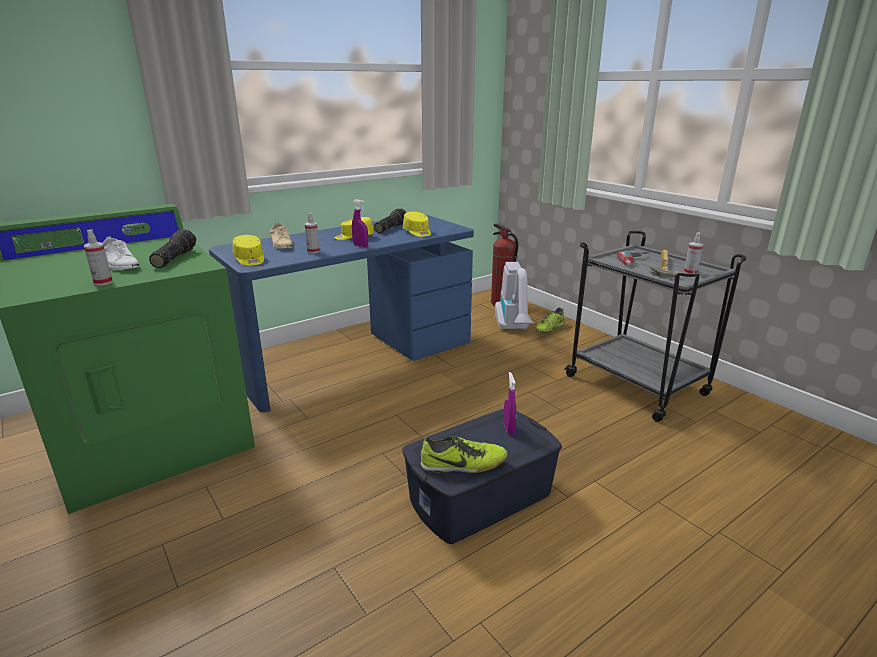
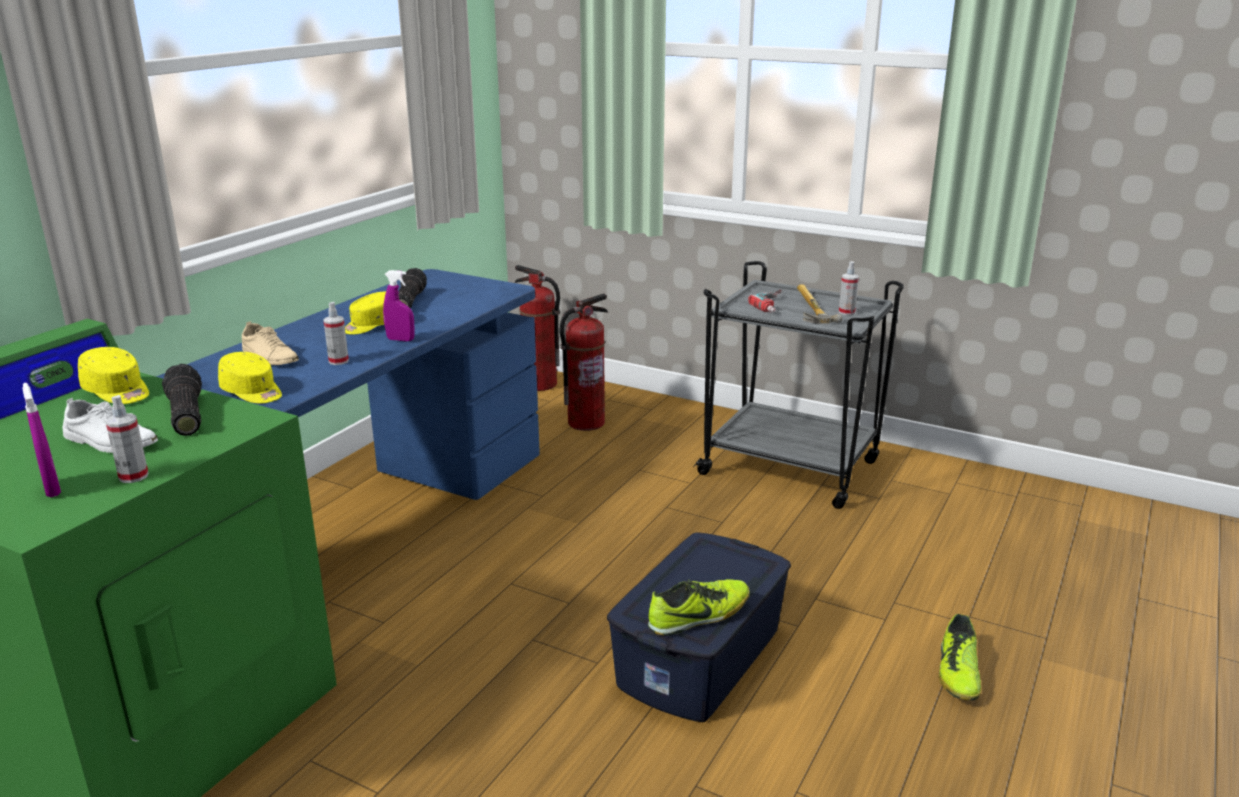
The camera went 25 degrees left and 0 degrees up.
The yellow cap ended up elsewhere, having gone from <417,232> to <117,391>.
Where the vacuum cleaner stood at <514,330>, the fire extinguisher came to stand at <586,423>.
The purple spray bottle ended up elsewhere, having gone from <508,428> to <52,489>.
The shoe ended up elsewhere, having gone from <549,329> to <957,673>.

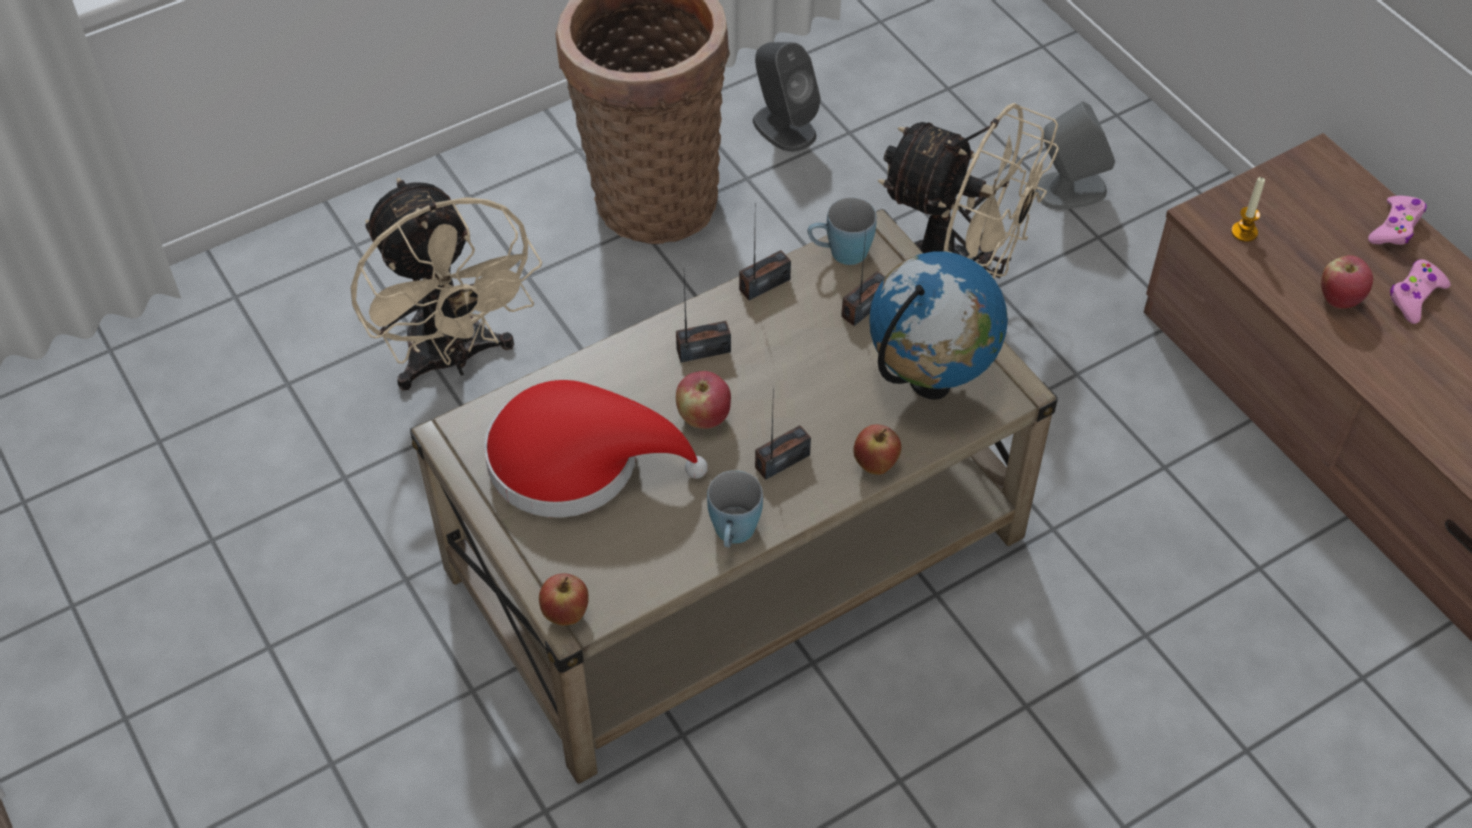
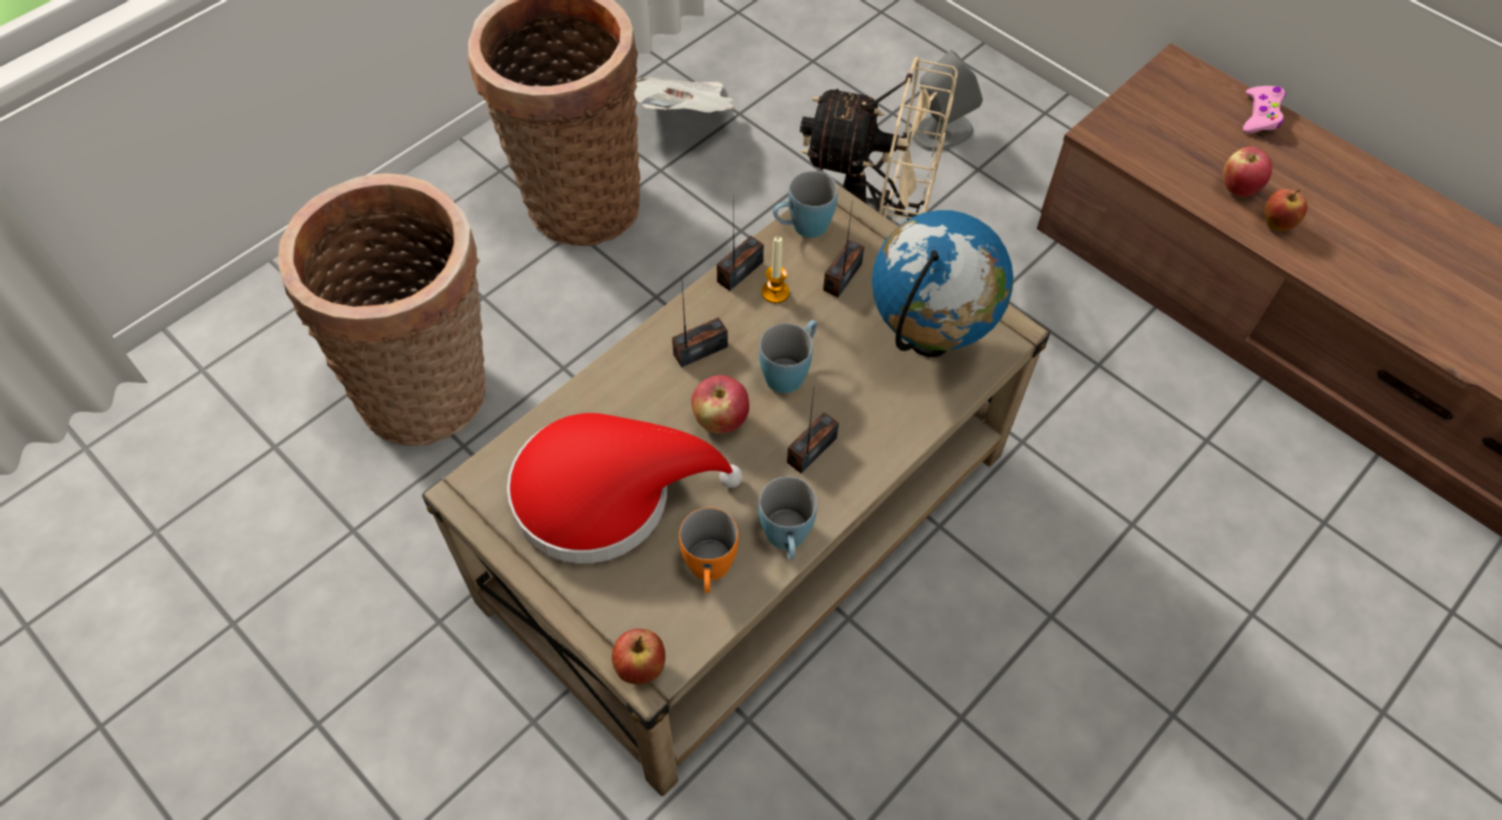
The camera went 15 degrees left and 5 degrees up.
Where the beige fan stood at <453,359>, the basket came to stand at <432,390>.
Where the grey speaker stood at <783,127>, the newspaper came to stand at <680,118>.
The apple ended up elsewhere, having gone from <875,465> to <1276,224>.
The candle ended up elsewhere, having gone from <1244,232> to <775,292>.
The second view lost the pink game controller at <1415,296>.
The second view gained the orange mug at <709,572>.
The second view gained the blue mug at <790,370>.

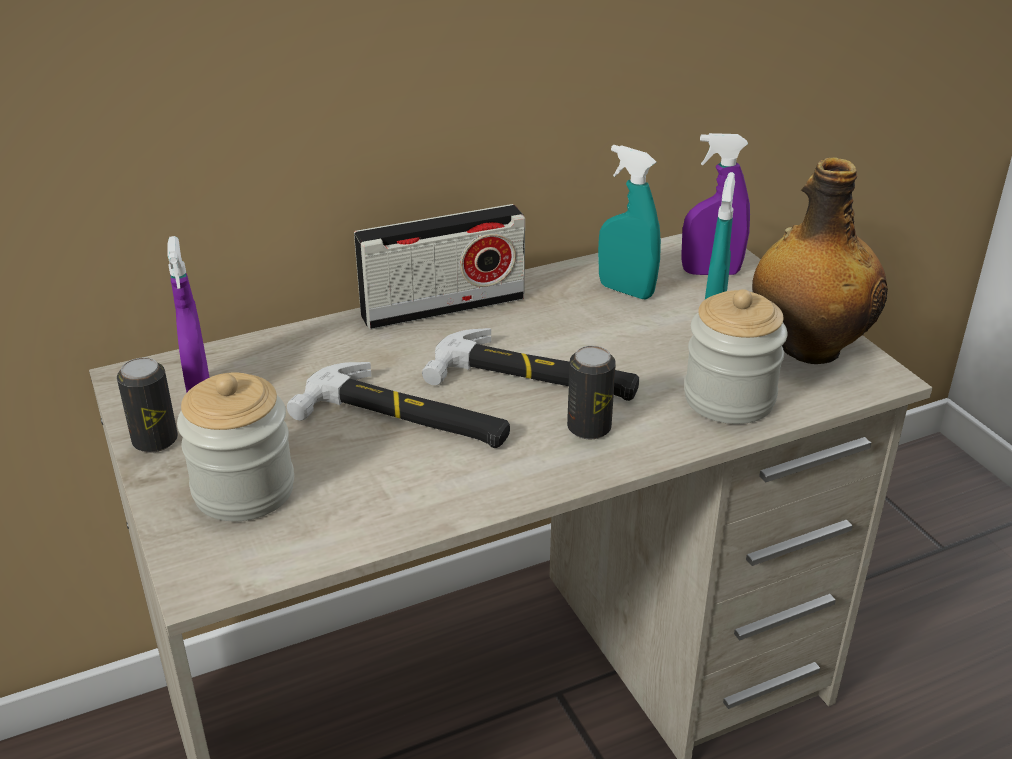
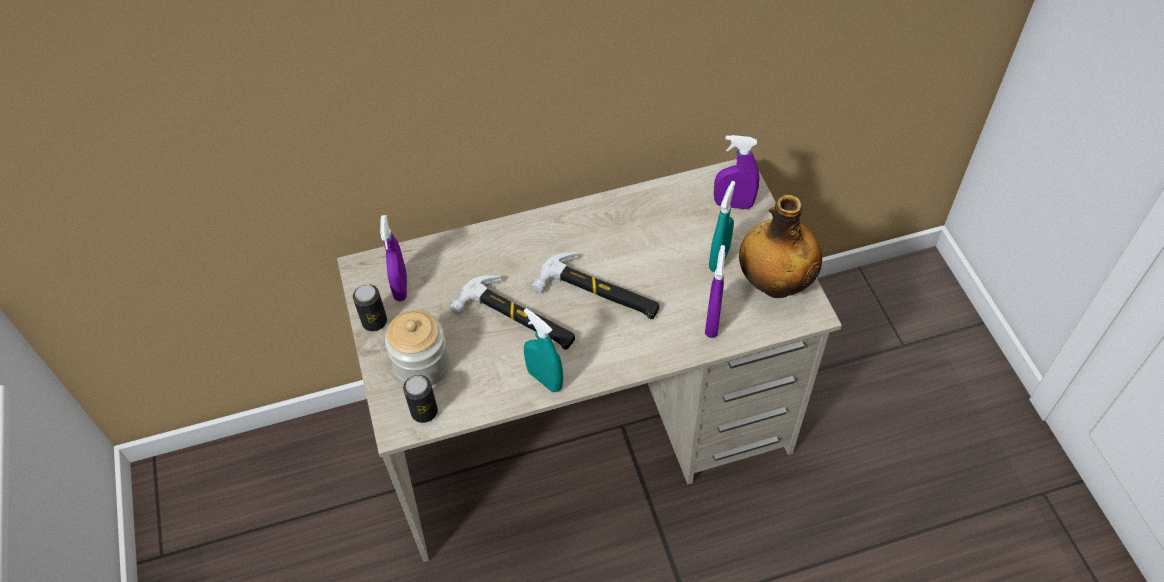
The camera went 10 degrees right and 20 degrees up.
The second view lost the radio at <443,307>.
The can ended up elsewhere, having gone from <589,428> to <424,412>.
The turquoise spray bottle ended up elsewhere, having gone from <626,291> to <545,379>.
Where the jar stood at <729,399>, the purple spray bottle came to stand at <712,322>.

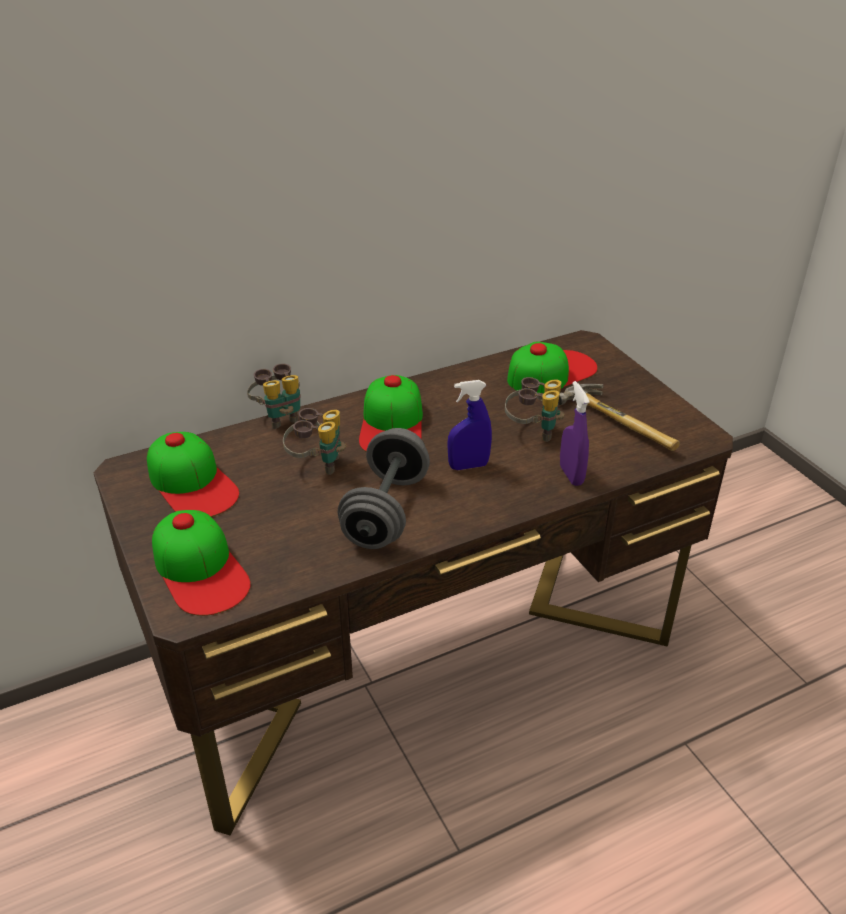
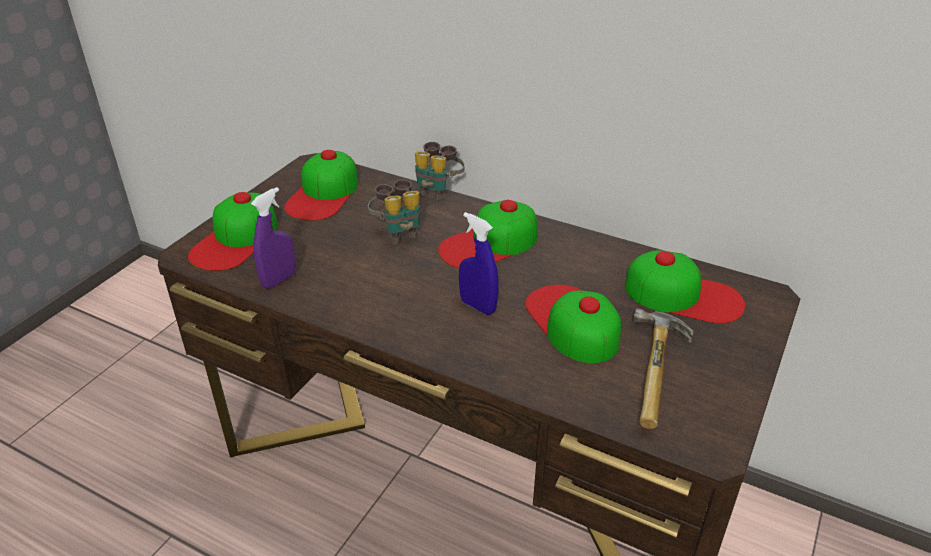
The camera went 55 degrees right and 0 degrees up.
The second view lost the grey dumbbell at <386,511>.
Where the binoculars stood at <532,431>, the cap came to stand at <572,322>.
The purple spray bottle ended up elsewhere, having gone from <571,475> to <279,280>.

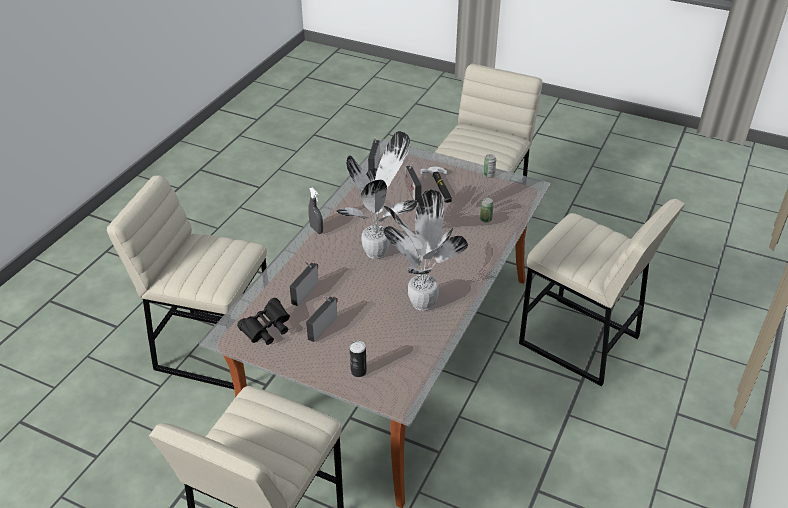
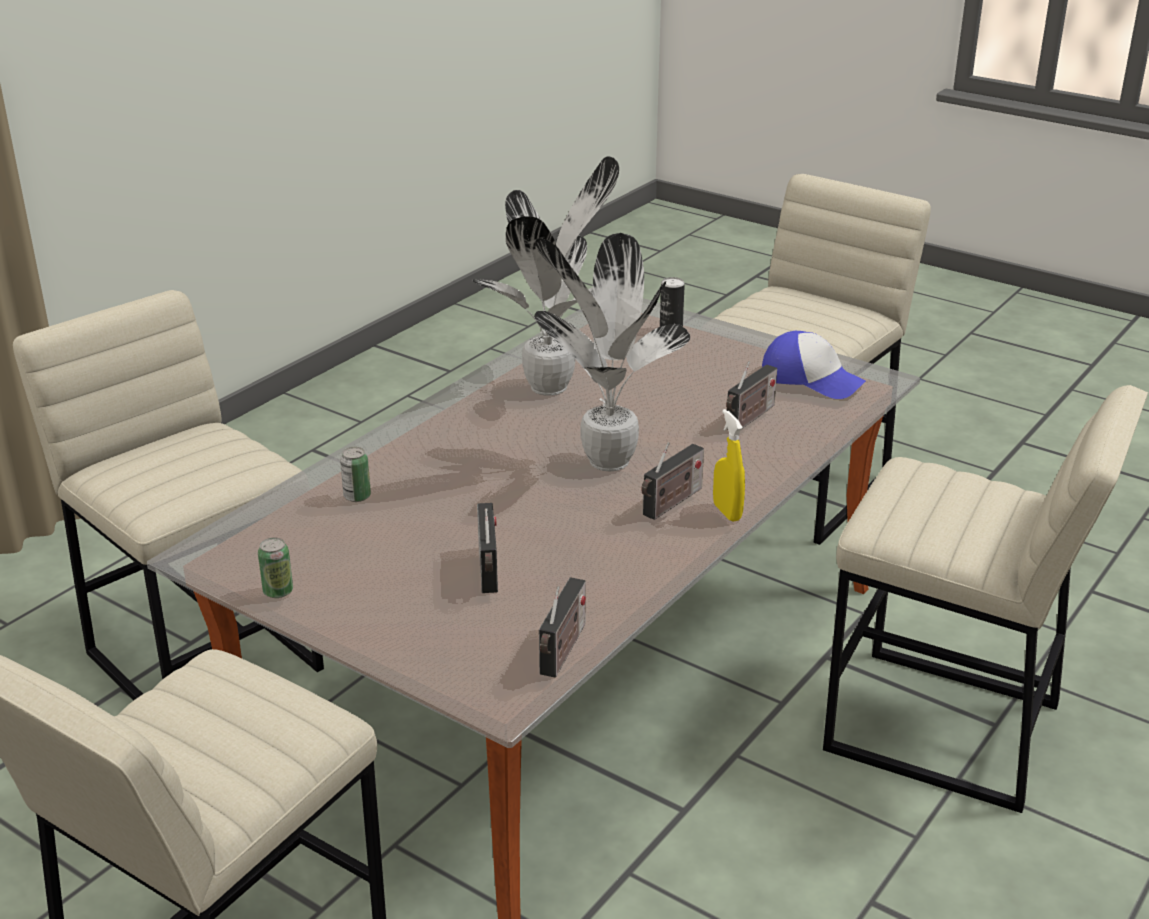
The camera went 170 degrees left and 10 degrees down.
Where the black binoculars stood at <267,330>, the cap came to stand at <811,379>.
The radio ended up elsewhere, having gone from <323,326> to <671,503>.
What was the grey spray bottle at <316,229> turned into the yellow spray bottle at <727,512>.
The second view lost the hammer at <439,187>.

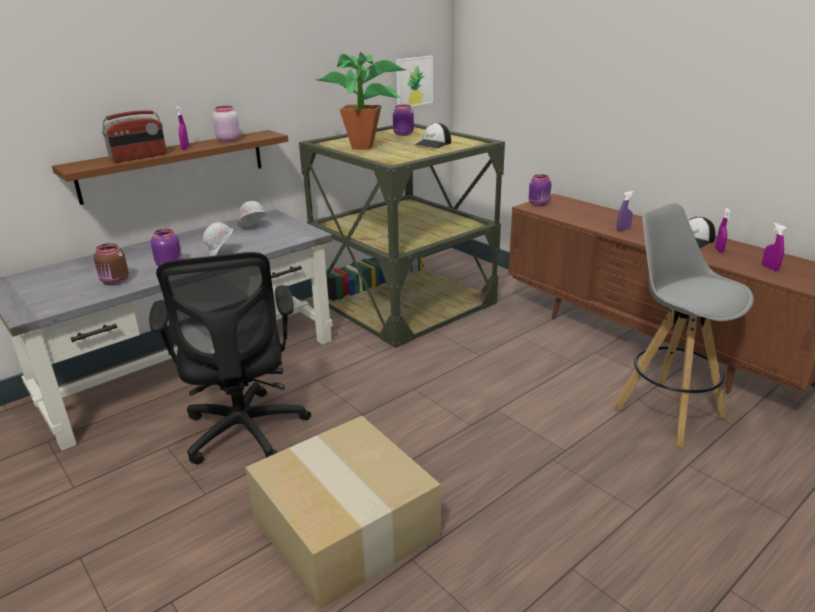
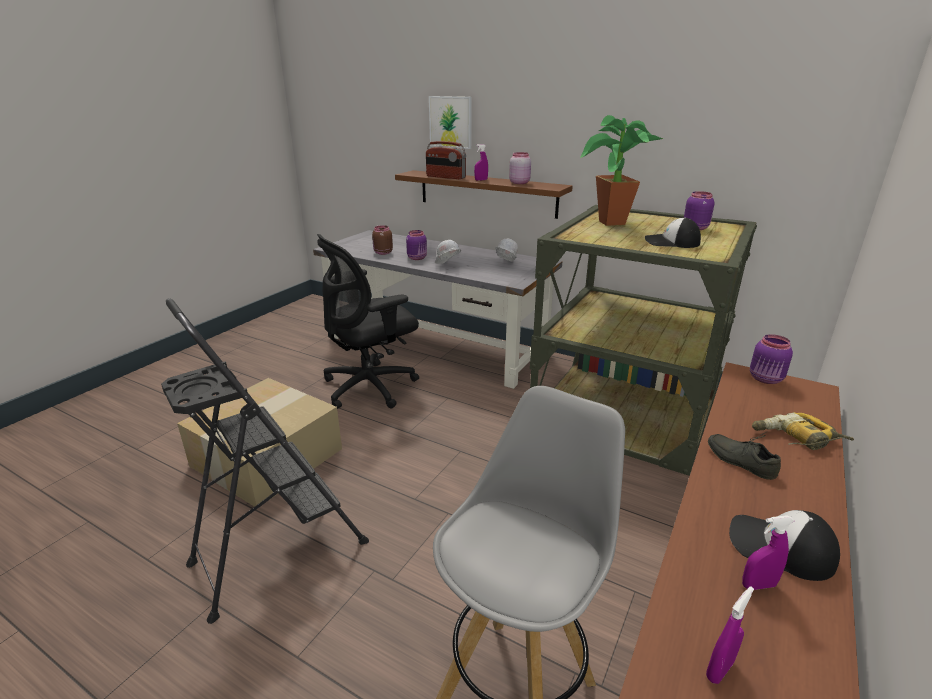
The camera went 70 degrees right and 0 degrees up.
The picture ended up elsewhere, having gone from <414,81> to <450,122>.
Where the purple spray bottle stood at <623,229>, the grey shoe came to stand at <741,460>.
The second view gained the step ladder at <277,553>.
The second view gained the power drill at <797,439>.

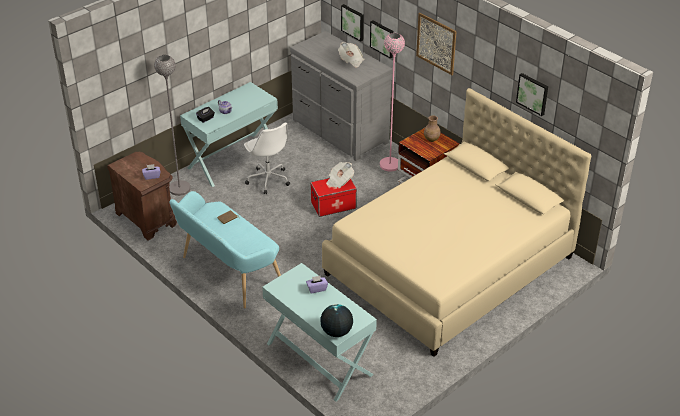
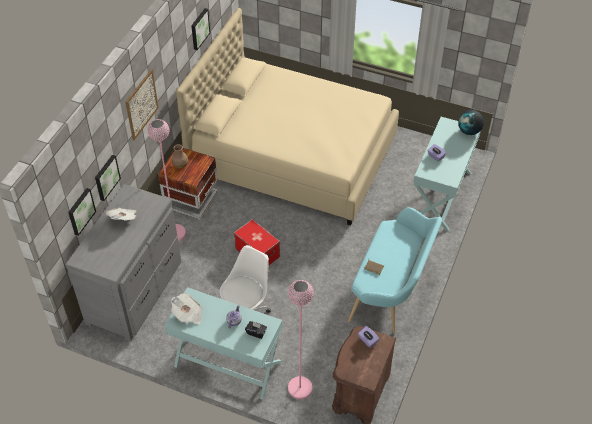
The camera went 115 degrees left and 10 degrees up.
What was the grey floor lamp at <179,188> turned into the pink floor lamp at <299,388>.
The newspaper ended up elsewhere, having gone from <339,181> to <188,314>.

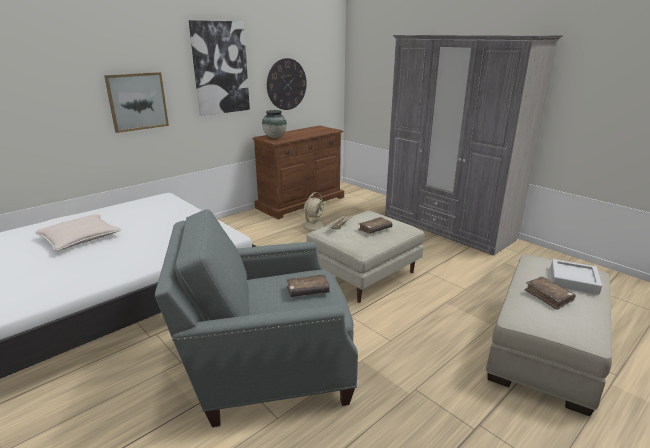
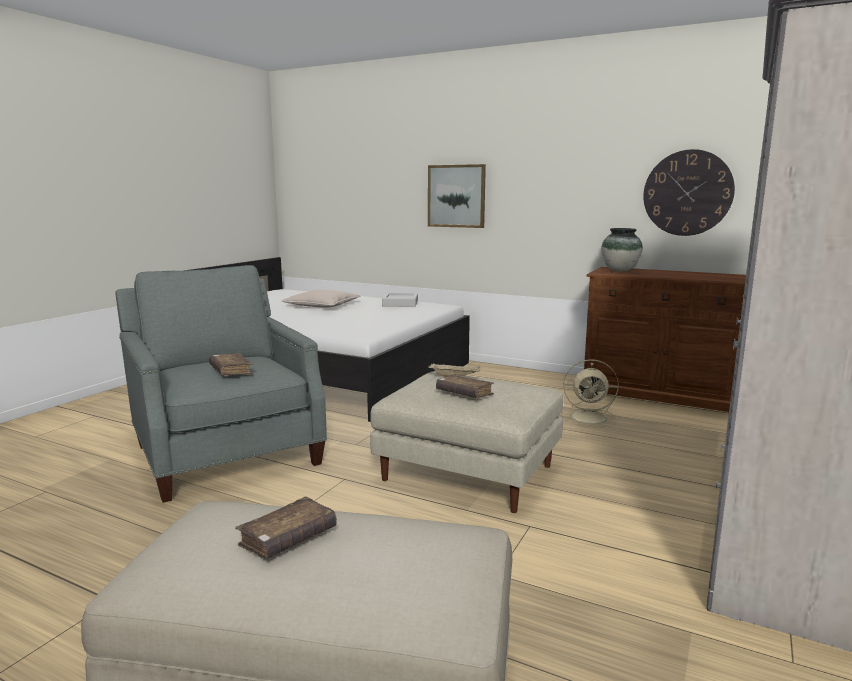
The camera went 70 degrees right and 10 degrees down.
The second view lost the picture at <220,68>.
The grey tray ended up elsewhere, having gone from <573,280> to <400,303>.

